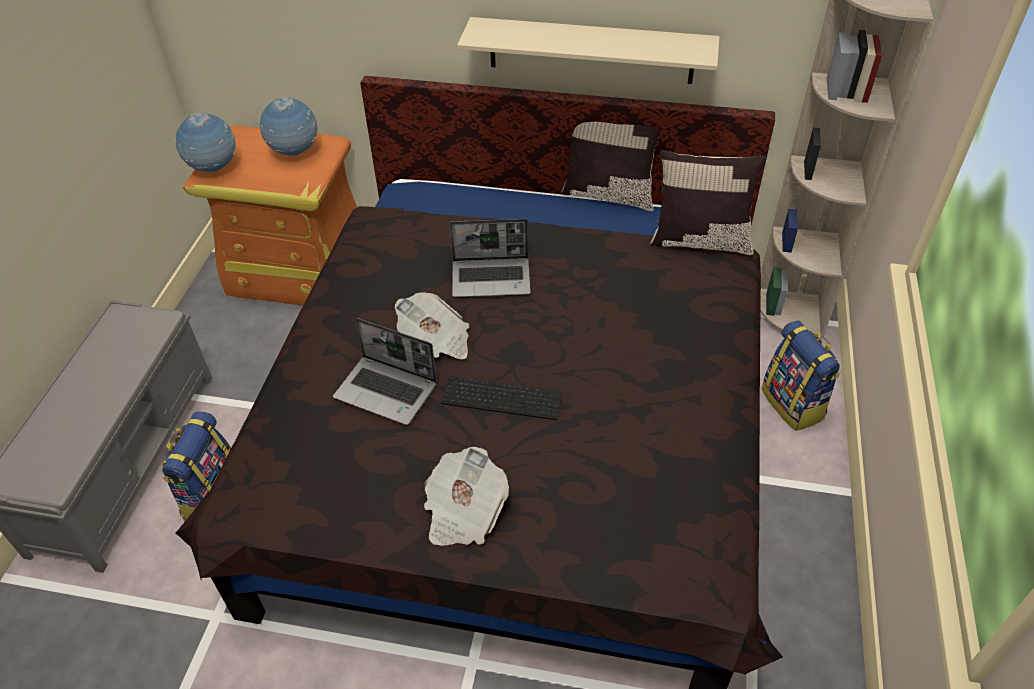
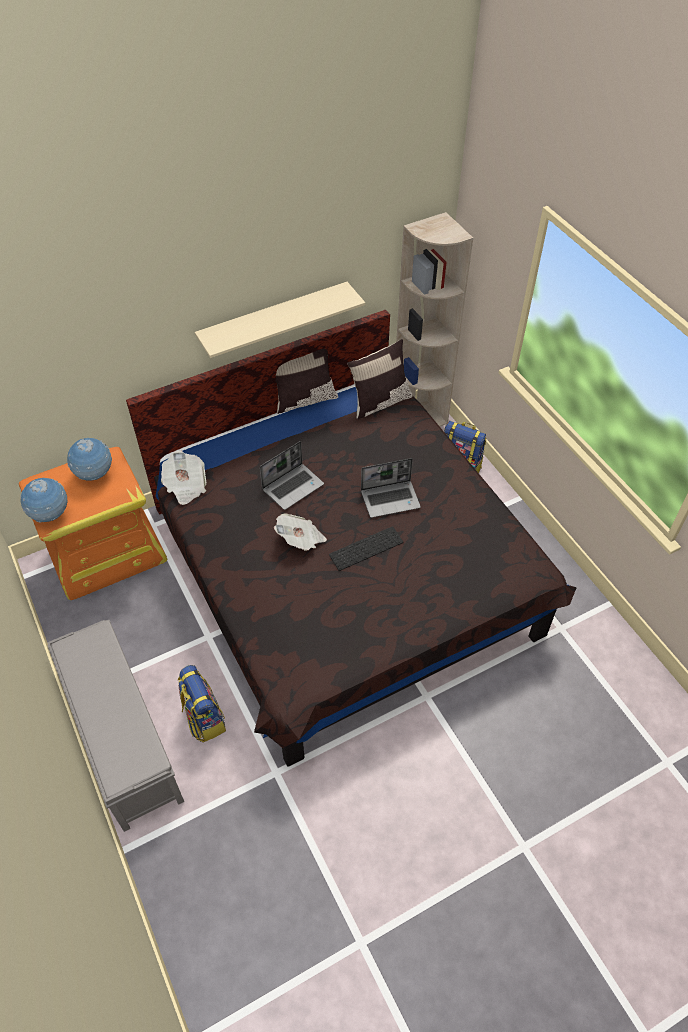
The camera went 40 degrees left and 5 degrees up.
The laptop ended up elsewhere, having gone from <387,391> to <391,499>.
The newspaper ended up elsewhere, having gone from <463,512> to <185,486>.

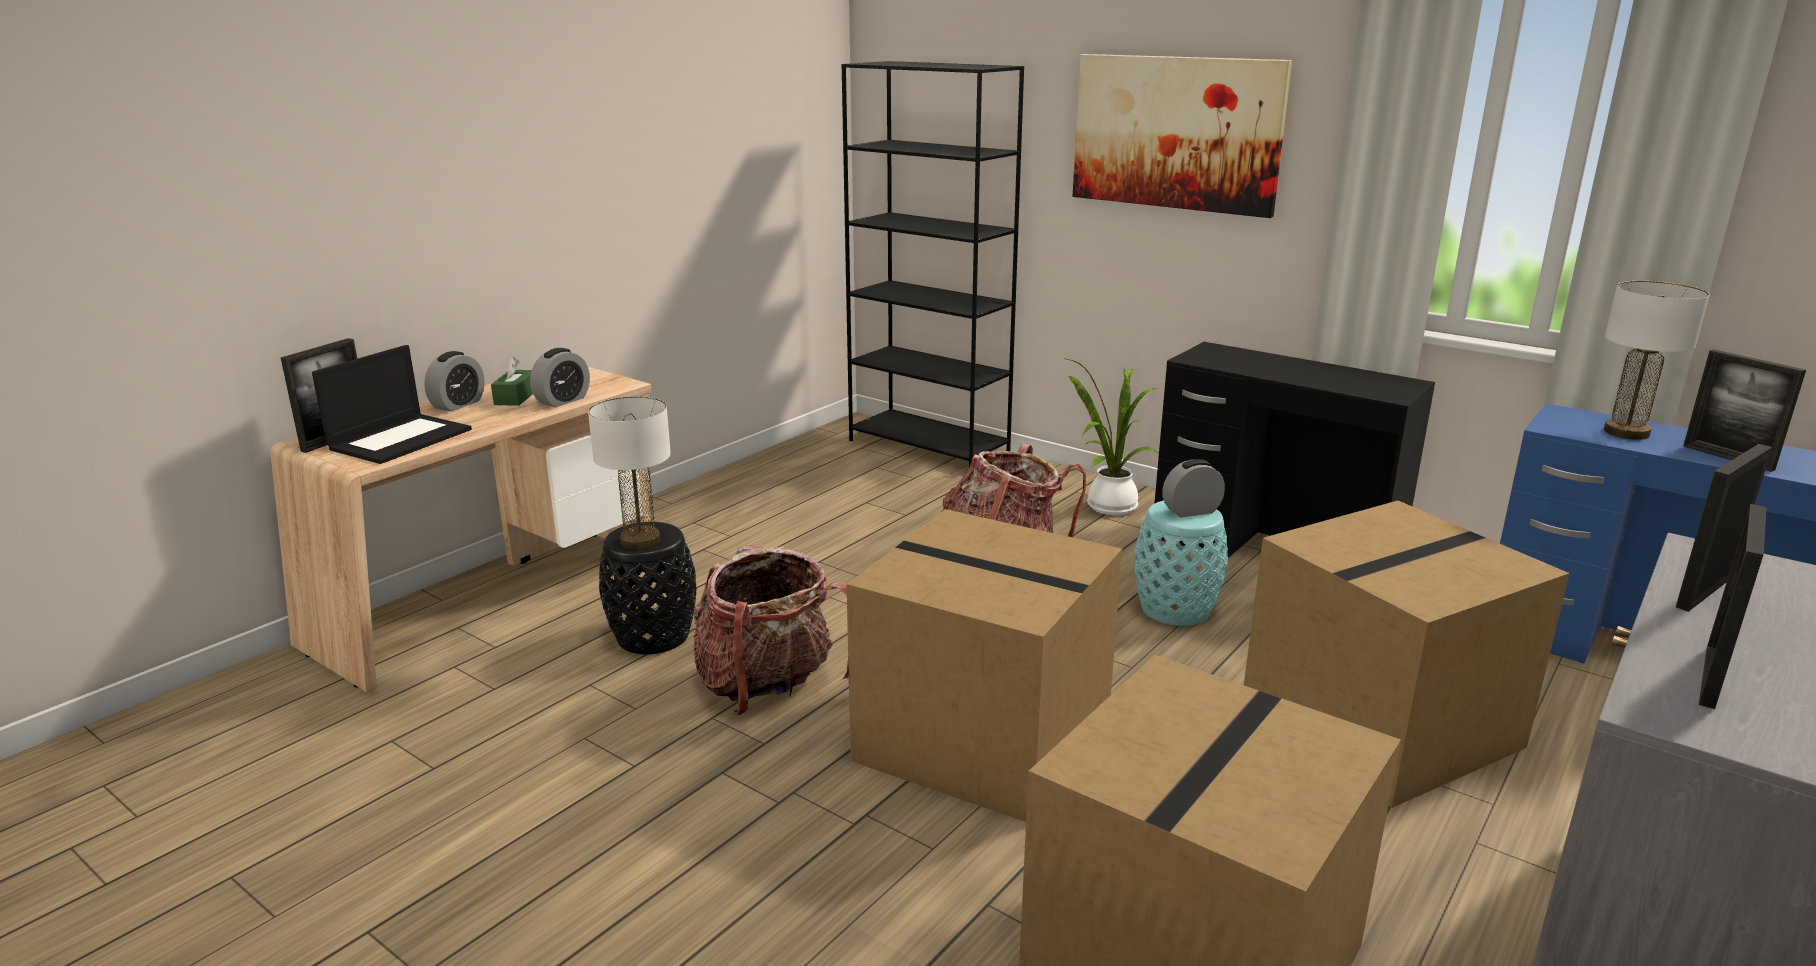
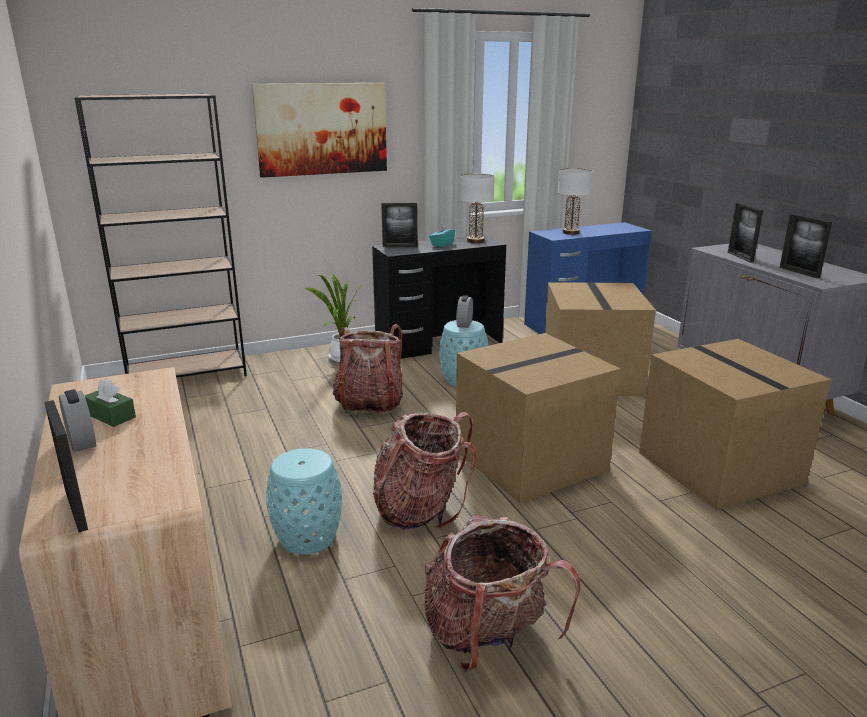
The camera went 60 degrees left and 0 degrees up.
The second view lost the laptop at <401,439>.
The second view lost the alarm clock at <562,400>.
The table lamp ended up elsewhere, having gone from <640,541> to <476,241>.
What was the black stool at <653,637> turned into the turquoise stool at <308,537>.
What was the black bookcase at <929,447> turned into the beige bookcase at <188,374>.
The picture frame ended up elsewhere, having gone from <1728,458> to <400,246>.
The second view gained the backpack at <488,637>.
The second view gained the turquoise tissue box at <442,244>.

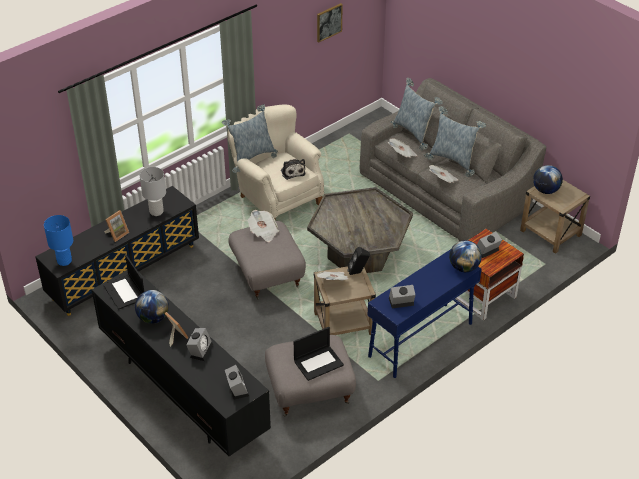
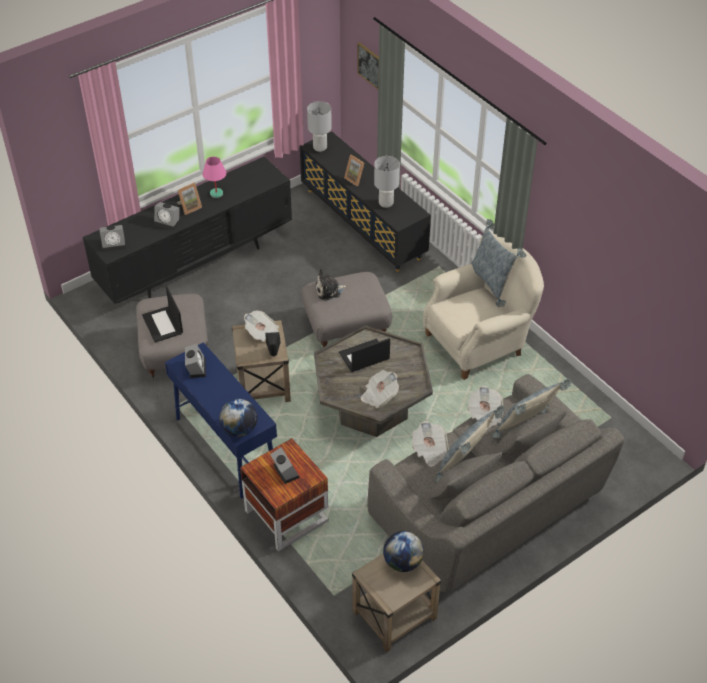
The camera went 95 degrees right and 5 degrees up.
What was the blue table lamp at <64,262> turned into the grey table lamp at <320,148>.
The laptop ended up elsewhere, having gone from <125,292> to <364,356>.
Where the globe stood at <153,318>, the pink table lamp came to stand at <216,193>.
The newspaper ended up elsewhere, having gone from <263,232> to <379,395>.
The plush toy ended up elsewhere, having gone from <292,171> to <329,290>.
The picture ended up elsewhere, having gone from <329,22> to <370,65>.

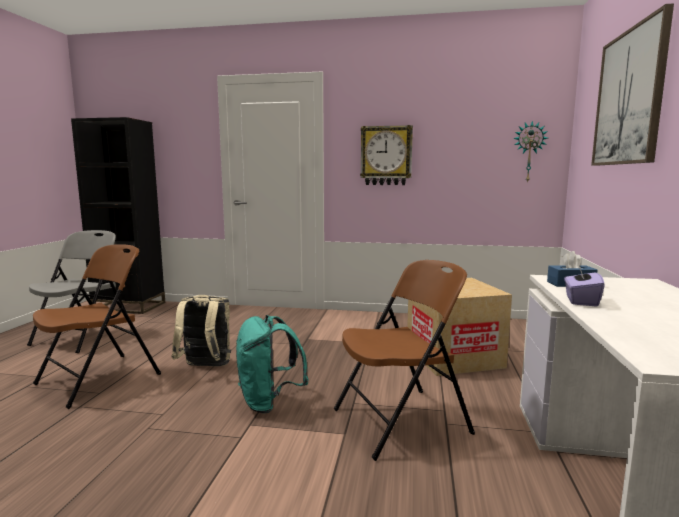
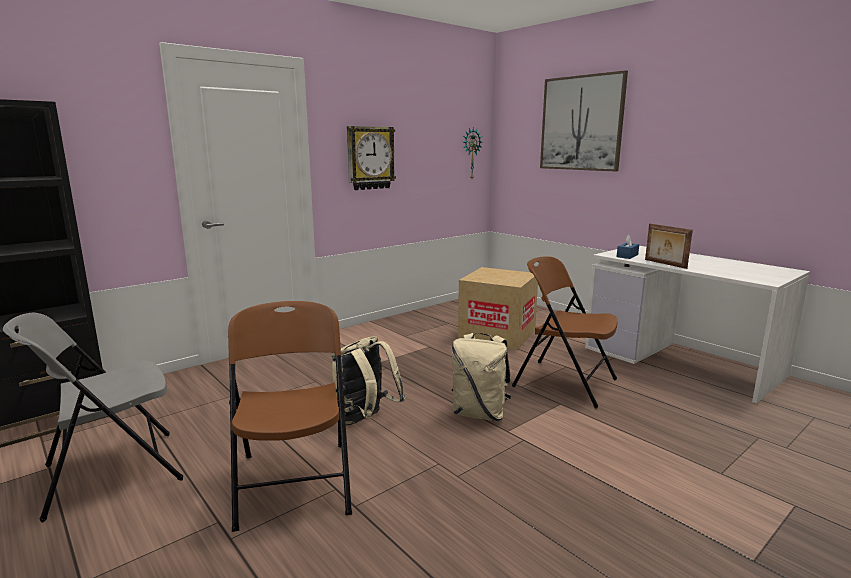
The camera went 50 degrees left and 5 degrees up.
The grey chair at <84,336> ended up facing another way, 90 degrees counterclockwise from before.
What was the turquoise backpack at <269,402> turned into the beige backpack at <479,413>.
The brown chair at <401,421> ended up facing another way, 75 degrees counterclockwise from before.
Where the purple tissue box stood at <580,301>, the picture frame came to stand at <664,264>.

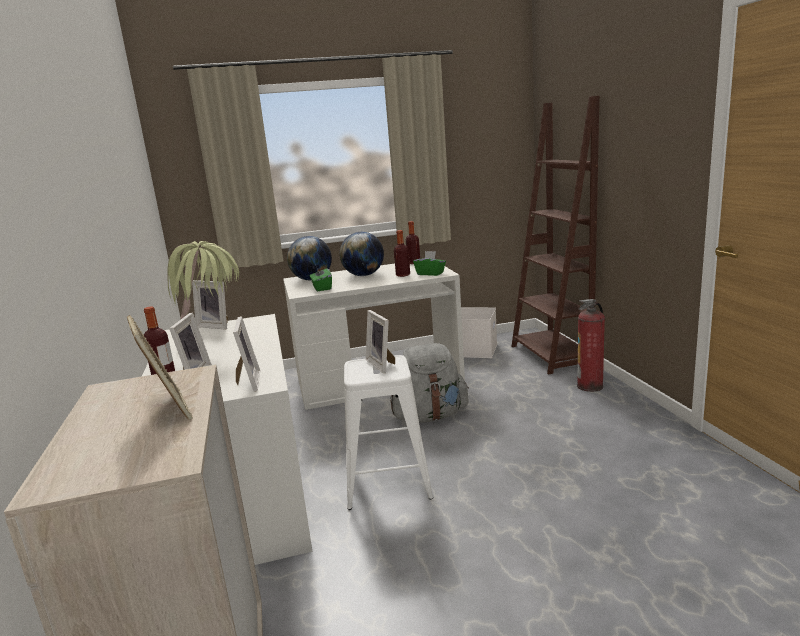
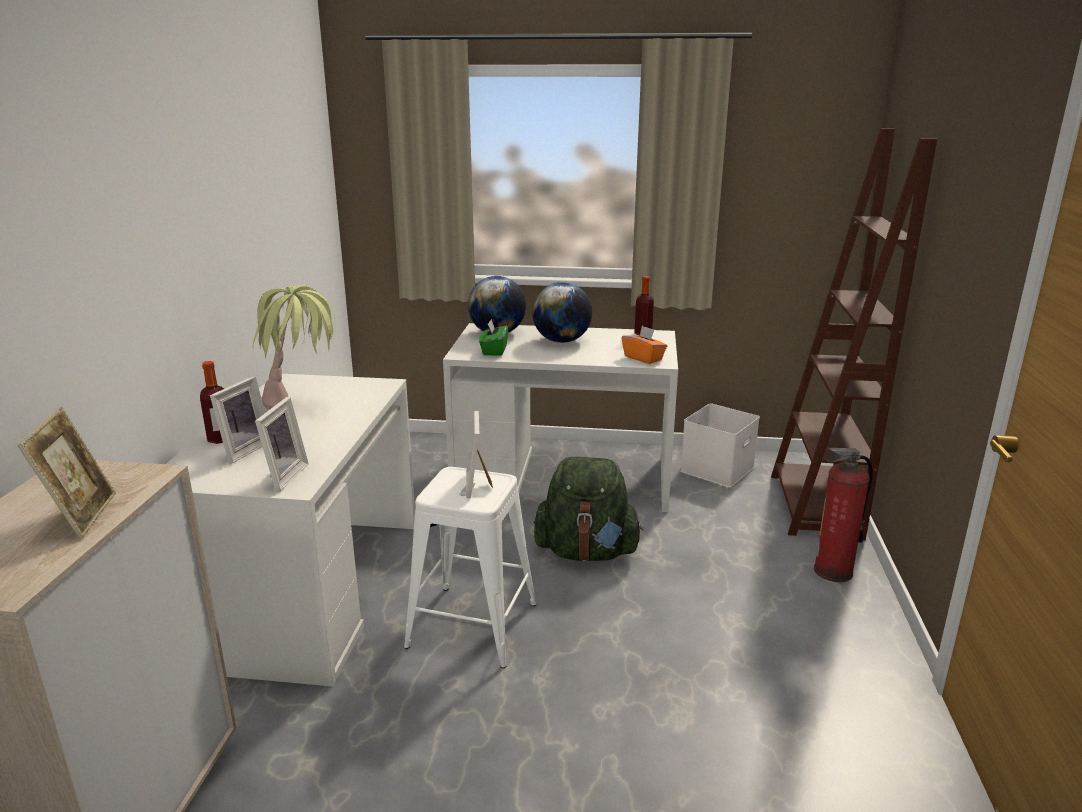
The camera went 20 degrees right and 5 degrees up.
The second view lost the picture frame at <216,326>.
What was the grey backpack at <430,416> turned into the green backpack at <586,552>.
The second view lost the bottle at <403,275>.
What was the green tissue box at <430,273> turned into the orange tissue box at <643,358>.

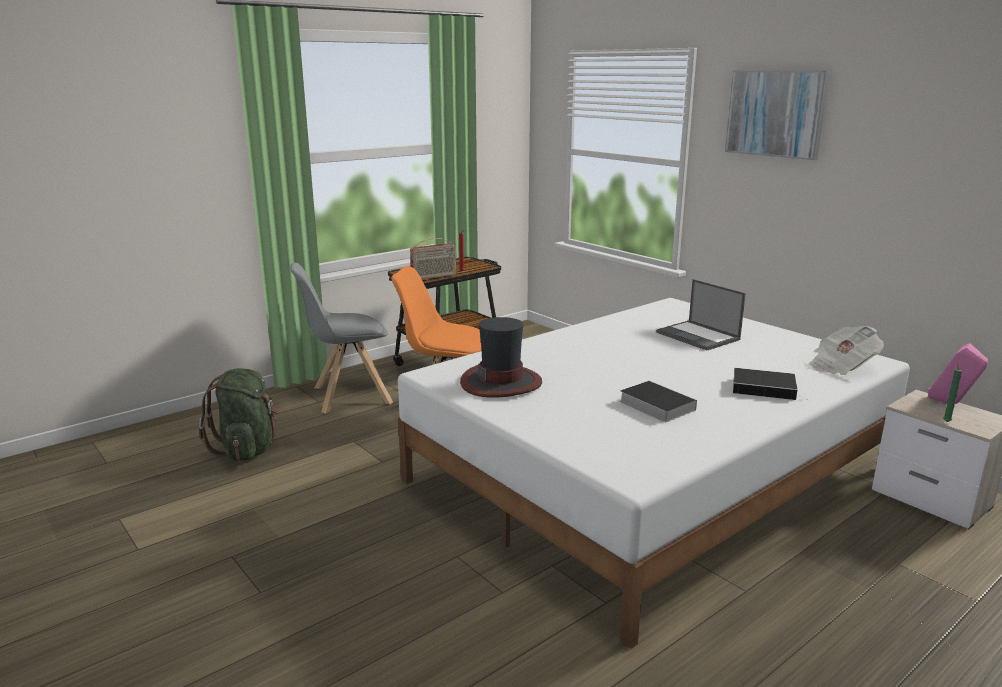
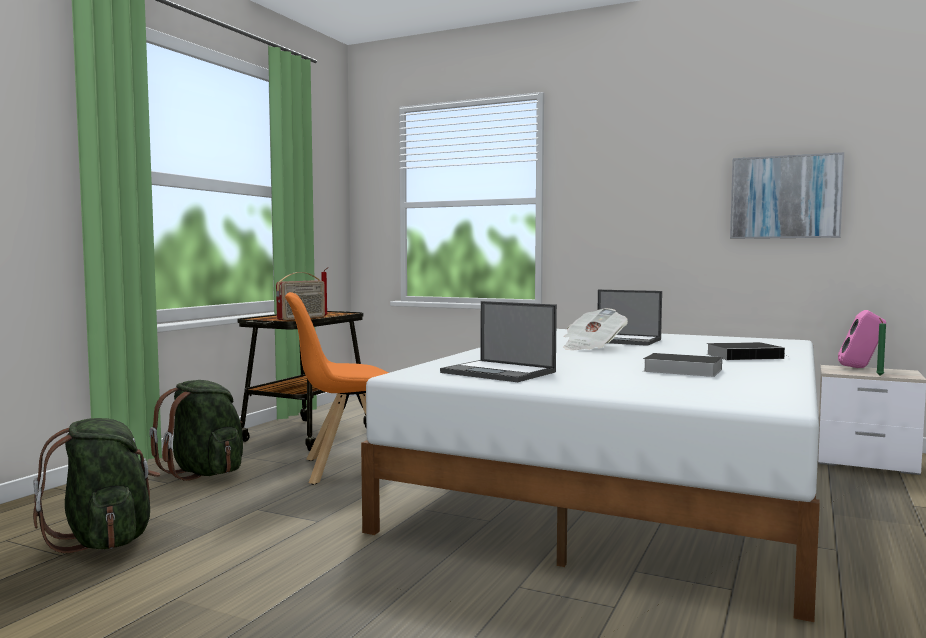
The camera went 25 degrees left and 15 degrees down.
Where the grey chair stood at <348,396>, the green backpack came to stand at <205,473>.
Where the hat stood at <501,382>, the laptop came to stand at <499,372>.
The picture ended up elsewhere, having gone from <775,113> to <785,197>.
The newspaper ended up elsewhere, having gone from <840,367> to <592,347>.

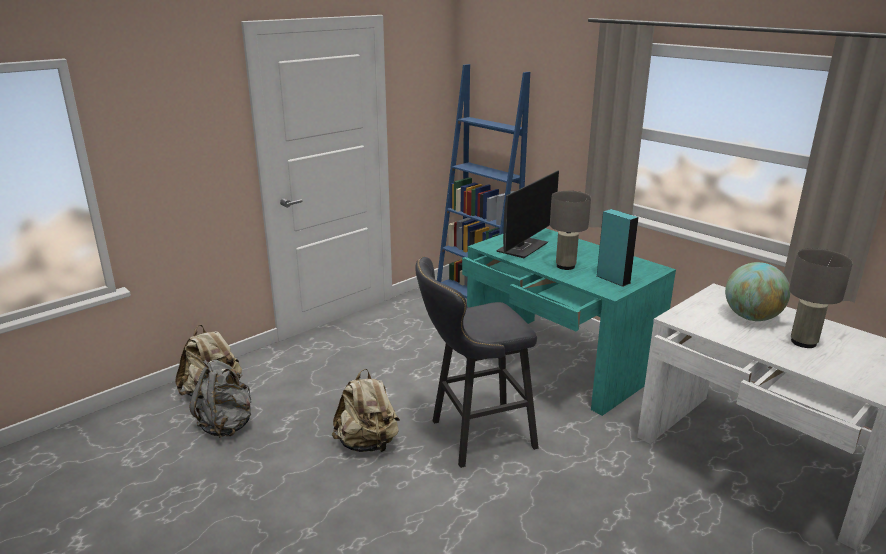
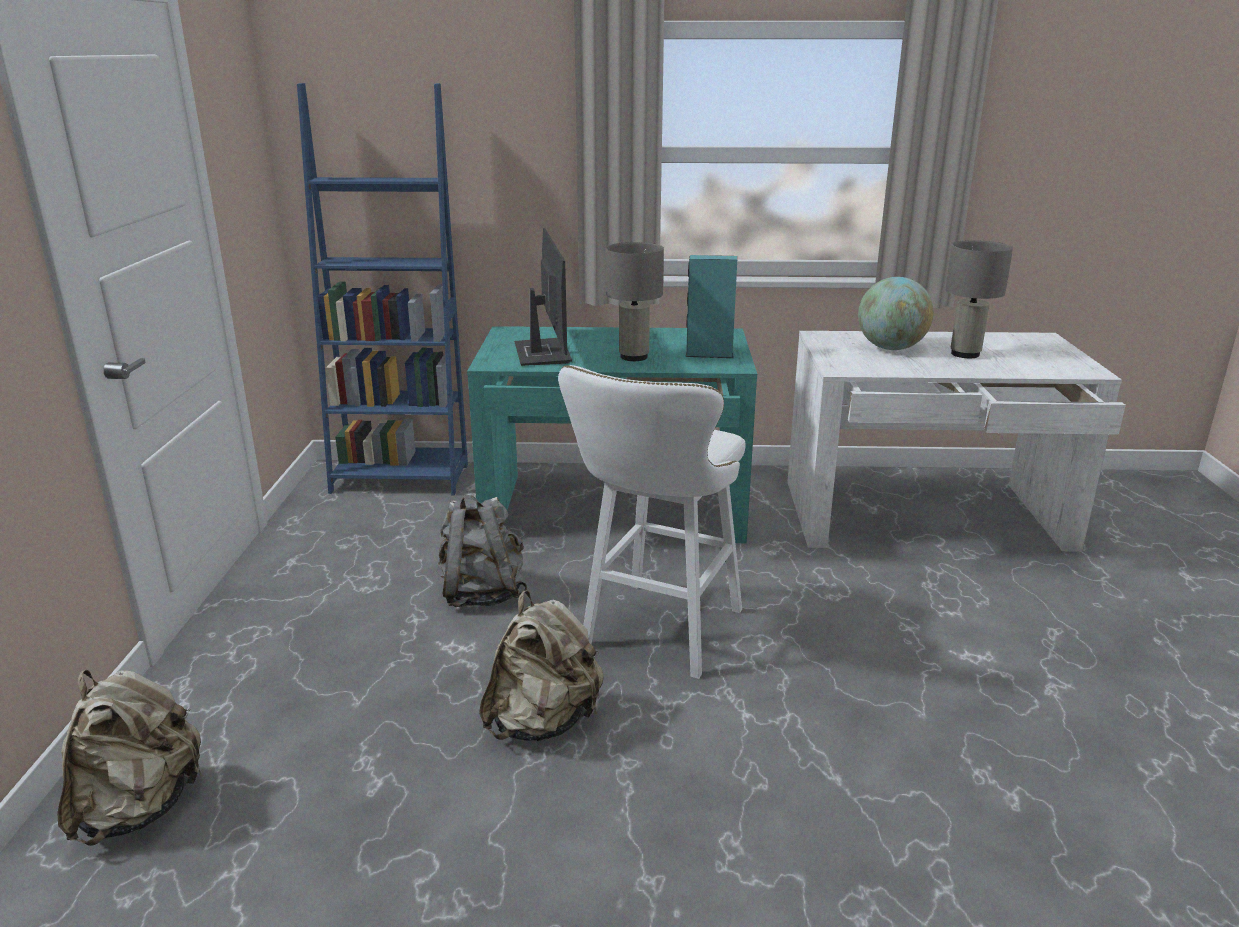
The camera went 45 degrees left and 0 degrees up.
The grey backpack ended up elsewhere, having gone from <227,425> to <482,594>.
What was the black stool at <471,437> turned into the white stool at <655,638>.

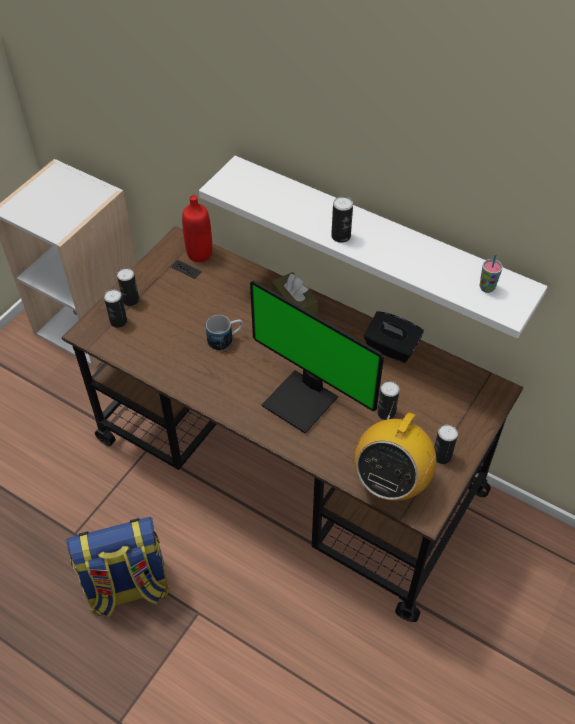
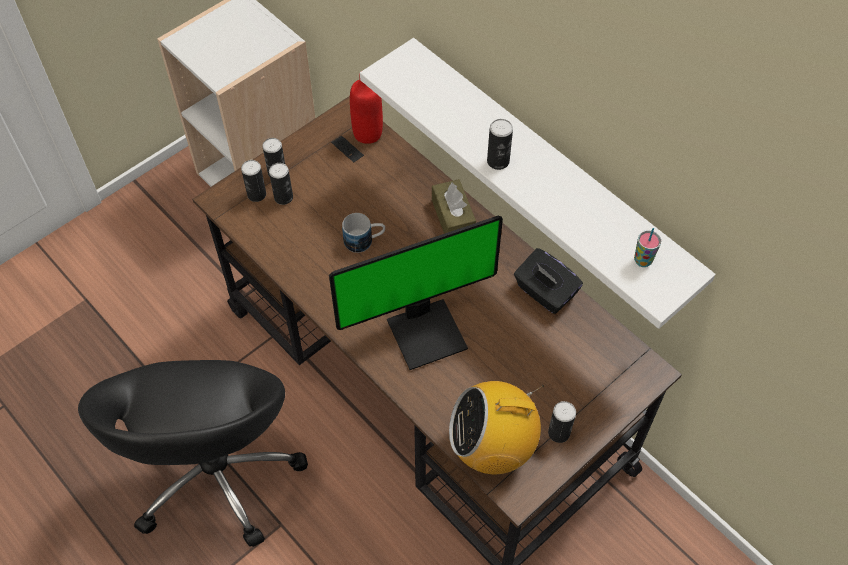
The camera went 15 degrees right and 5 degrees up.
Where the backpack stood at <128,588>, the black office chair came to stand at <216,479>.
The monitor at <303,400> ended up facing another way, 75 degrees counterclockwise from before.
The radio at <391,481> ended up facing another way, 45 degrees clockwise from before.
The can ended up elsewhere, having gone from <386,413> to <283,197>.

